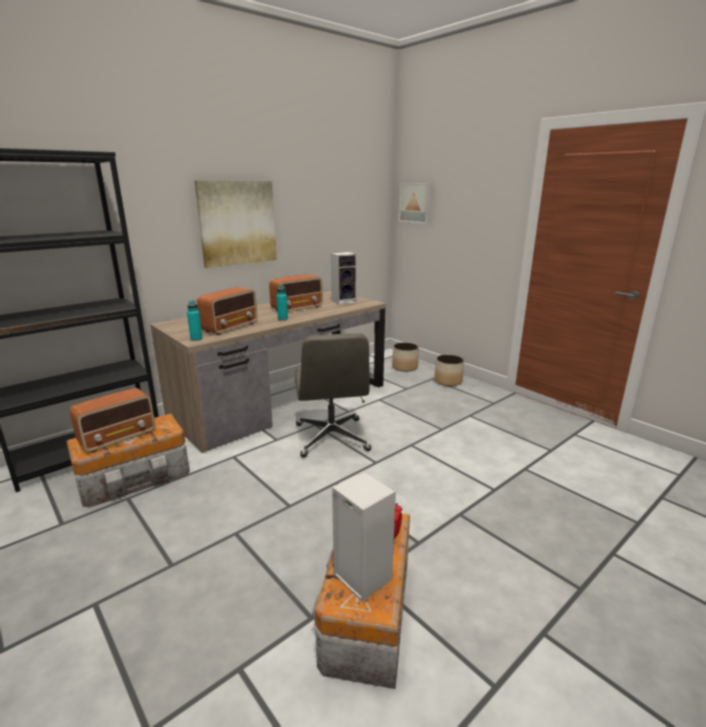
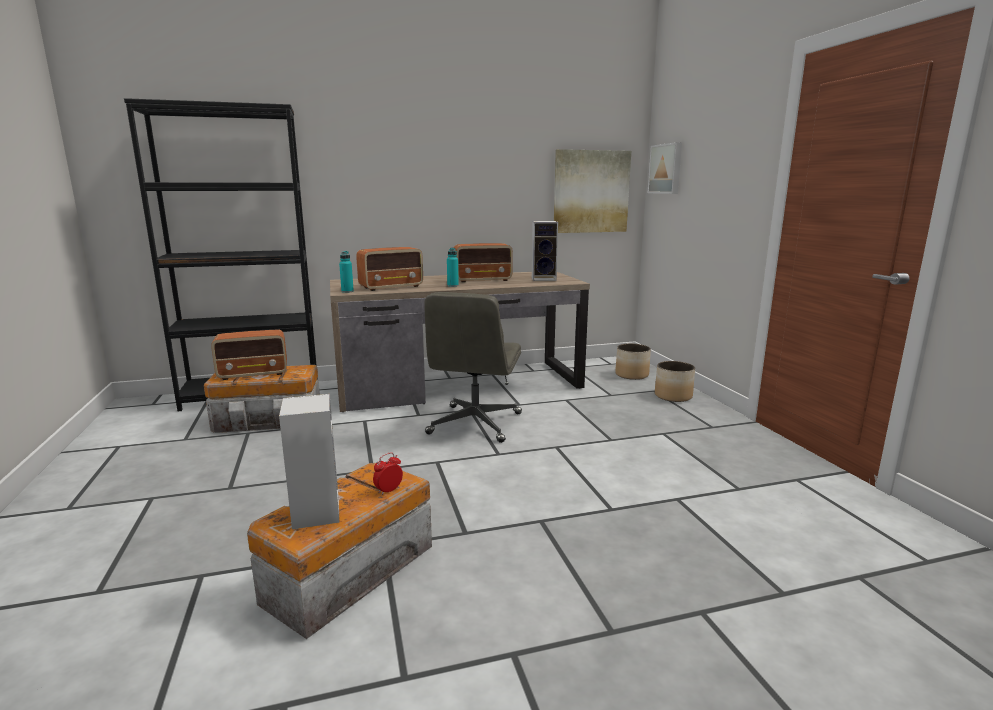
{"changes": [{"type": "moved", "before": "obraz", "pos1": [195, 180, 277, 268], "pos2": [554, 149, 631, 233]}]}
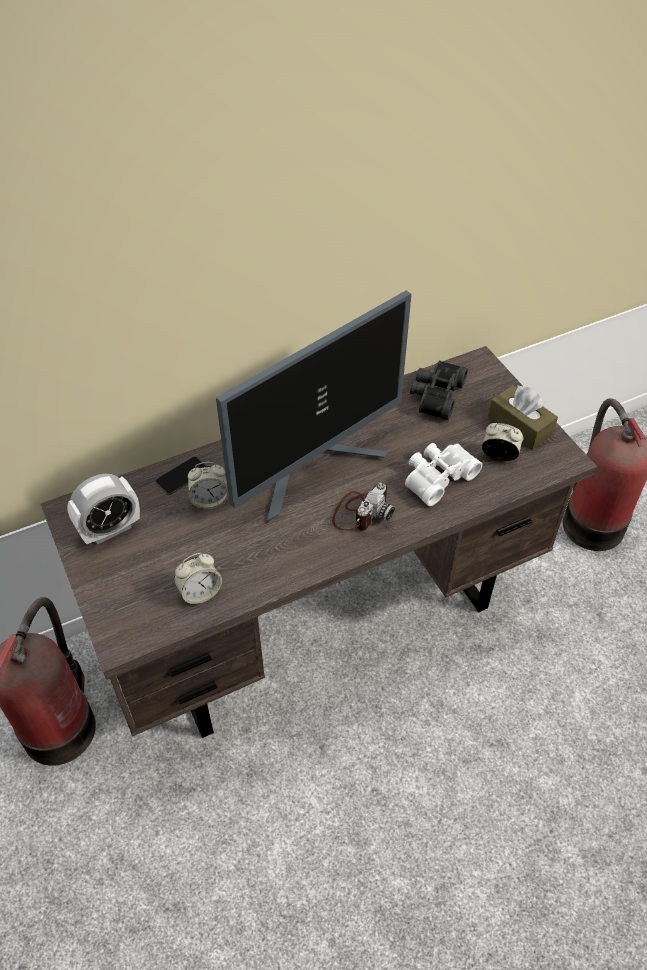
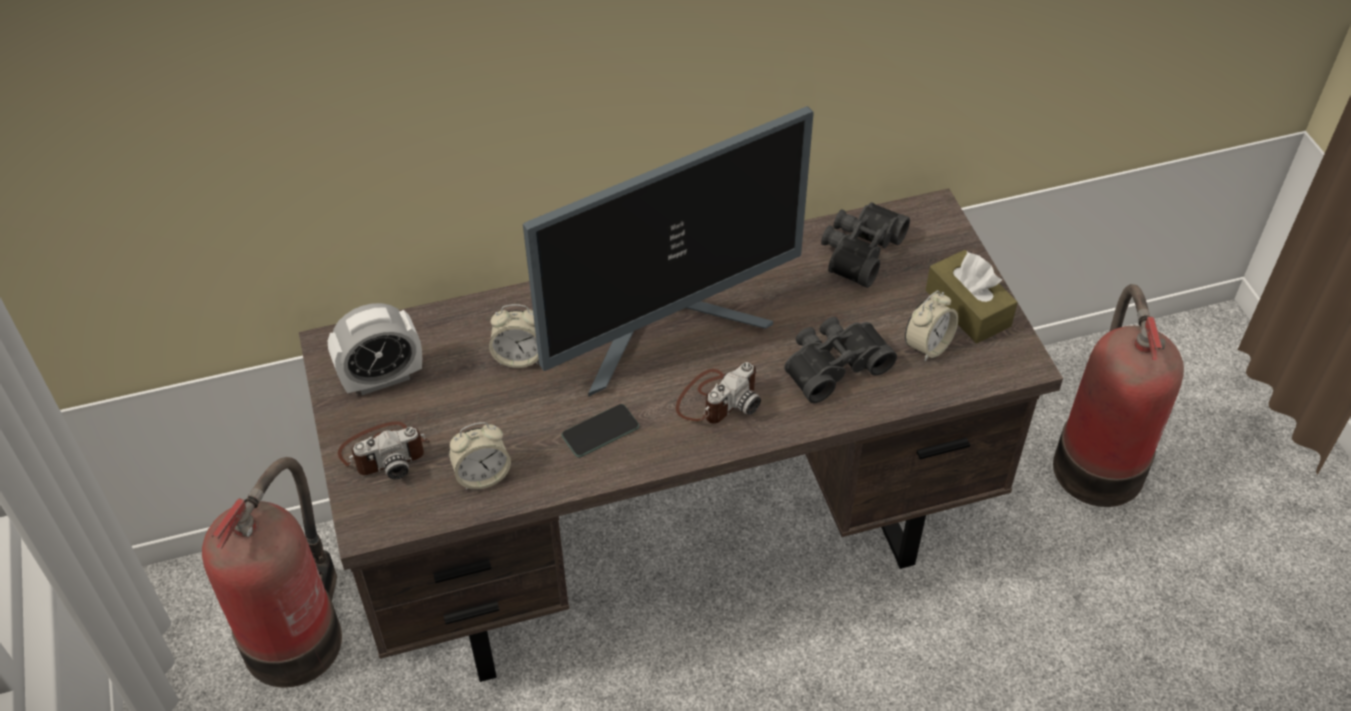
{"changes": [{"type": "added", "after": "aparat fotograficzny", "pos2": [338, 422, 430, 479]}, {"type": "moved", "before": "telefon", "pos1": [155, 457, 206, 495], "pos2": [561, 404, 639, 457]}, {"type": "recoloured", "before": "lornetka [biały]", "after": "lornetka [czarny]", "pos1": [405, 443, 482, 506], "pos2": [784, 317, 897, 403]}, {"type": "turned", "before": "budzik", "pos1": [482, 423, 524, 461], "pos2": [905, 290, 958, 362], "turn": 105}]}
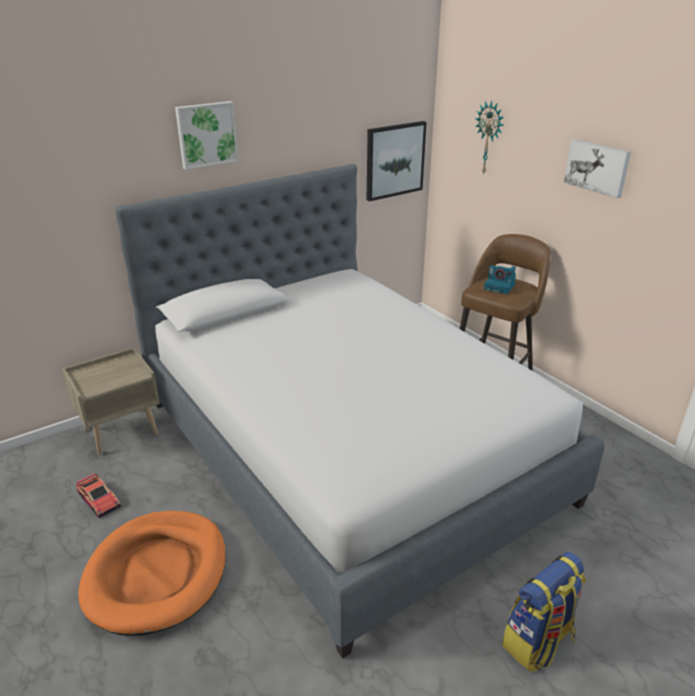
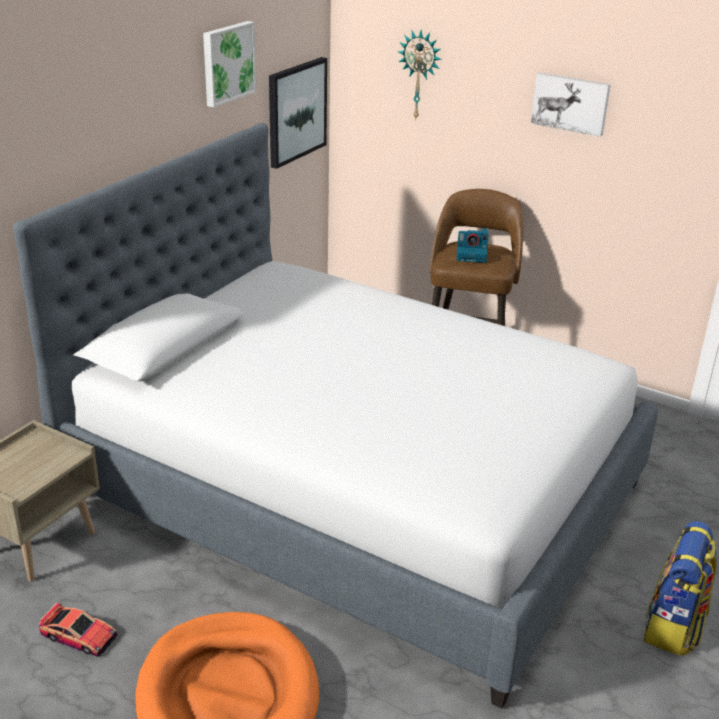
{"changes": [{"type": "moved", "before": "obraz", "pos1": [175, 101, 239, 170], "pos2": [203, 21, 256, 107]}]}
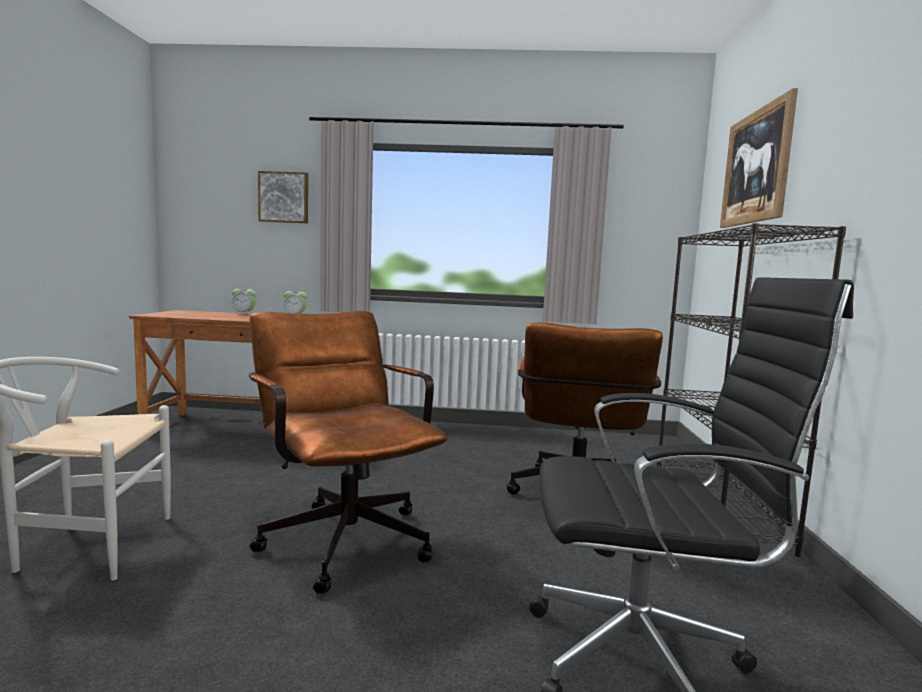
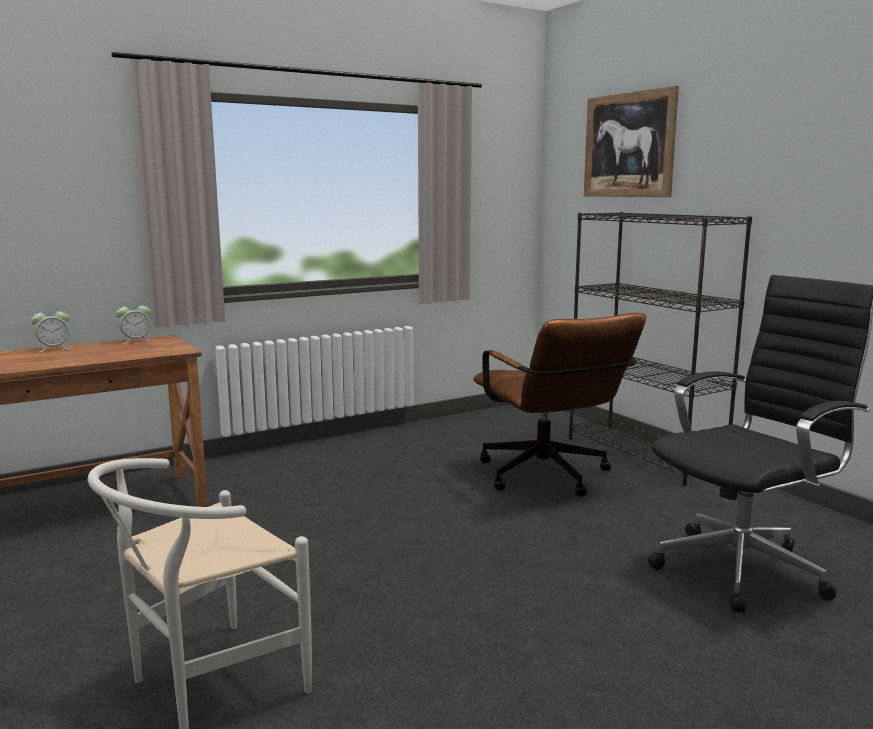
{"changes": [{"type": "removed", "before": "krzesło biurowe [brązowy]", "pos1": [249, 311, 448, 594]}, {"type": "removed", "before": "obraz", "pos1": [258, 171, 308, 223]}]}
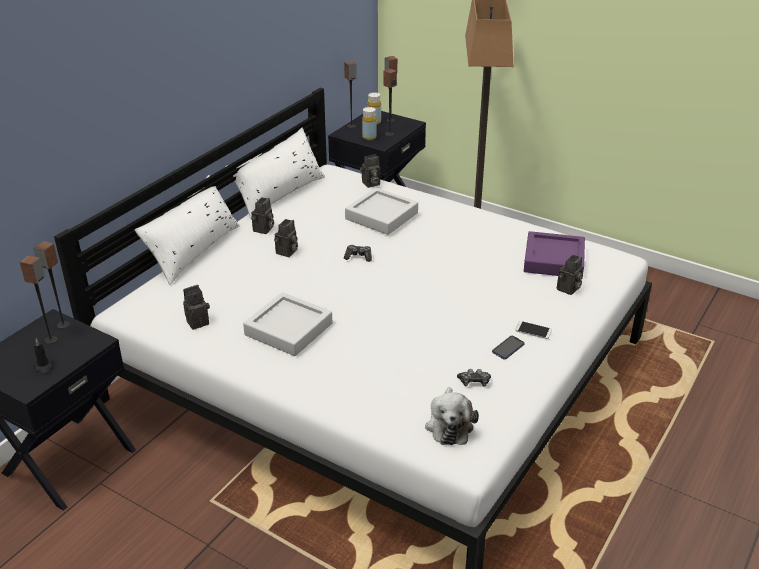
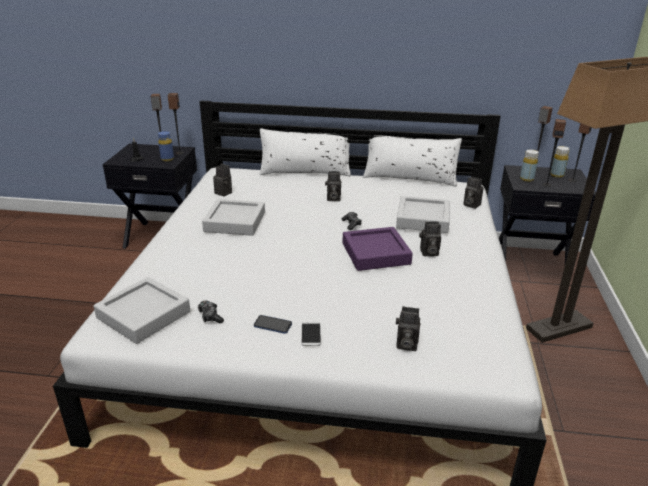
{"changes": [{"type": "added", "after": "butelka [niebieski]", "pos2": [158, 131, 174, 161]}, {"type": "moved", "before": "aparat fotograficzny", "pos1": [251, 197, 274, 234], "pos2": [419, 221, 441, 256]}, {"type": "moved", "before": "taca [fioletowy]", "pos1": [524, 231, 585, 276], "pos2": [343, 227, 413, 271]}, {"type": "replaced", "before": "pluszak", "after": "taca [szary]", "pos1": [425, 387, 479, 445], "pos2": [94, 277, 190, 344]}]}
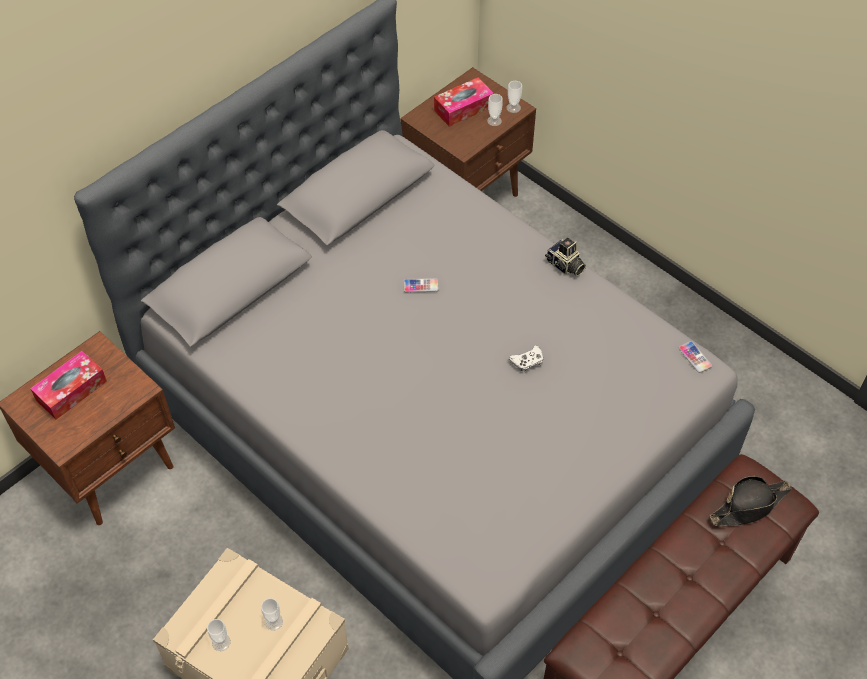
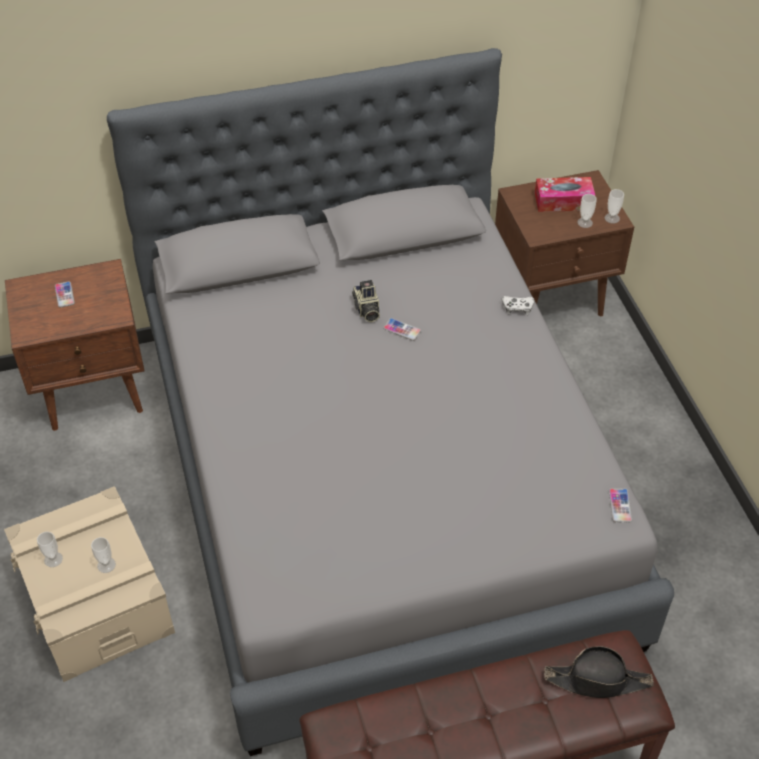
{"changes": [{"type": "moved", "before": "pad do gier [biały]", "pos1": [509, 345, 543, 373], "pos2": [502, 296, 535, 315]}, {"type": "moved", "before": "aparat fotograficzny", "pos1": [545, 237, 586, 276], "pos2": [352, 280, 380, 322]}, {"type": "replaced", "before": "pudełko chusteczek", "after": "telefon", "pos1": [30, 351, 107, 420], "pos2": [55, 281, 75, 307]}]}
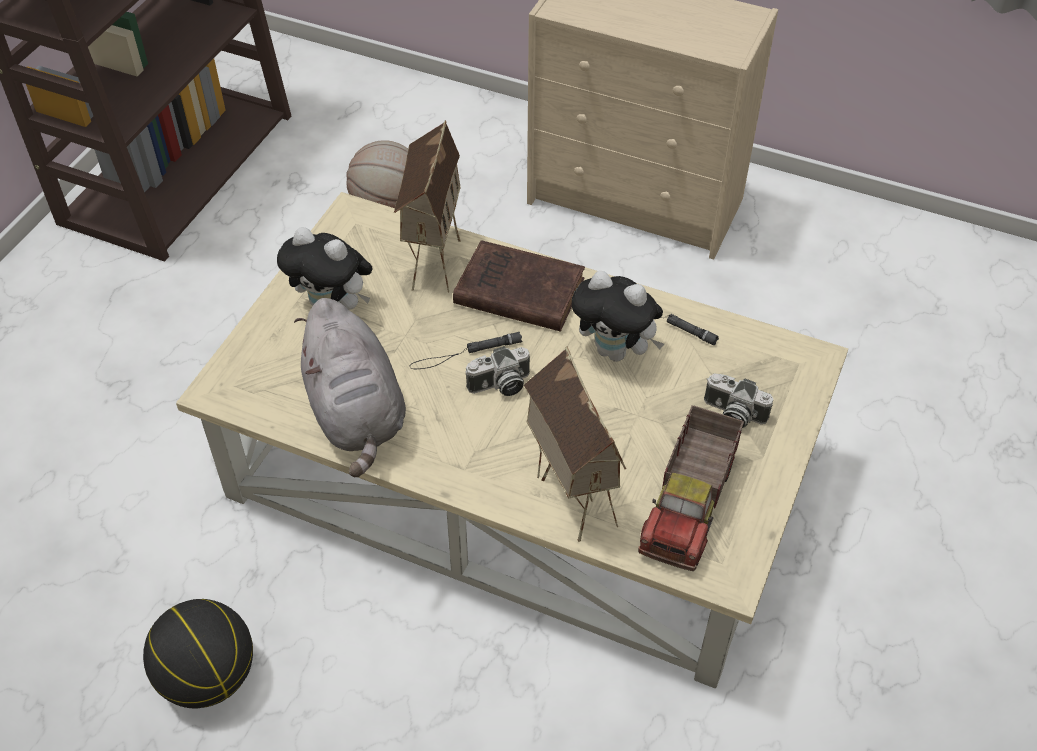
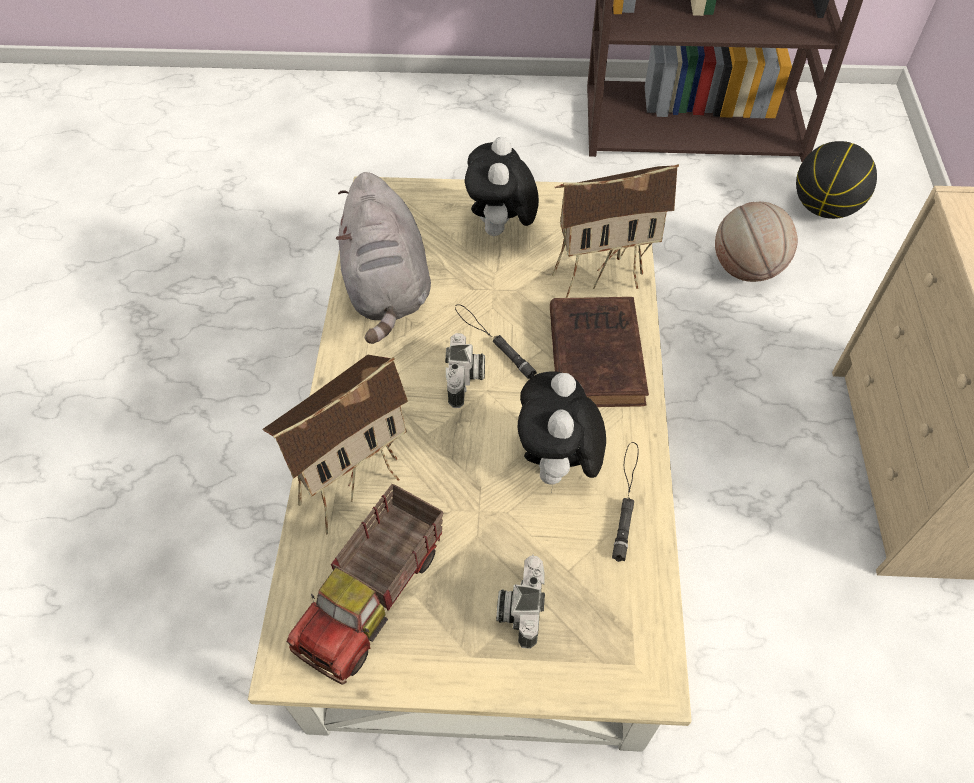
{"changes": [{"type": "moved", "before": "piłka do koszykówki", "pos1": [143, 599, 253, 709], "pos2": [796, 141, 877, 219]}, {"type": "turned", "before": "pluszak [szary]", "pos1": [294, 298, 406, 477], "pos2": [336, 172, 431, 344], "turn": -60}, {"type": "turned", "before": "aparat fotograficzny", "pos1": [466, 346, 530, 396], "pos2": [445, 333, 485, 408], "turn": -135}, {"type": "turned", "before": "ciężarówka zabawkowa", "pos1": [638, 405, 744, 571], "pos2": [286, 484, 444, 684], "turn": -60}]}
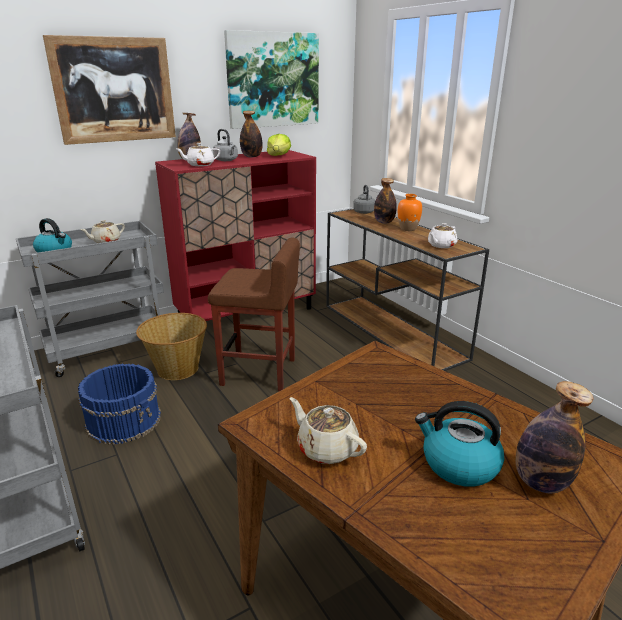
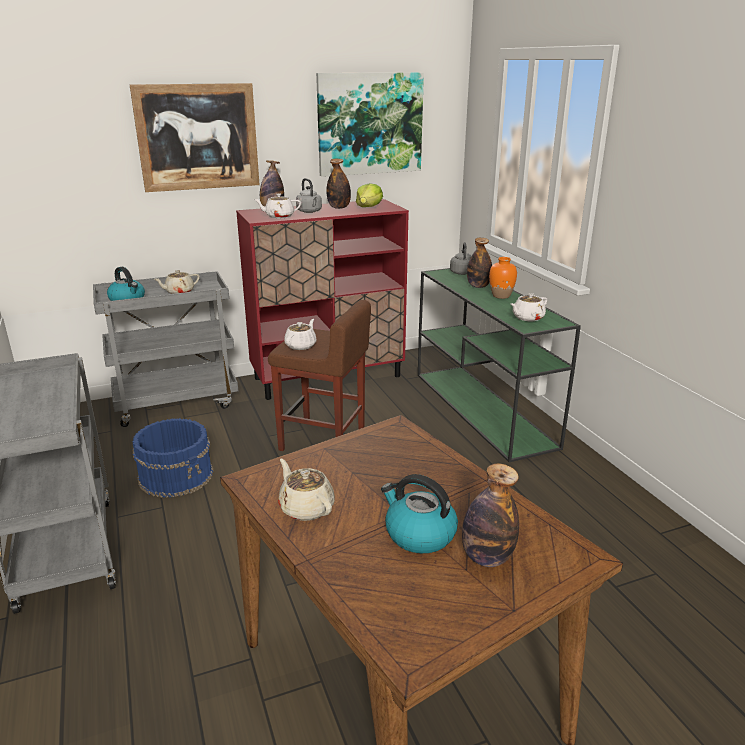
{"changes": [{"type": "removed", "before": "koszyk", "pos1": [136, 313, 207, 380]}, {"type": "added", "after": "imbryk [biały]", "pos2": [284, 319, 317, 350]}, {"type": "recoloured", "before": "stolik konsolowy [brązowy]", "after": "stolik konsolowy [zielony]", "pos1": [326, 209, 489, 371], "pos2": [418, 268, 581, 462]}]}
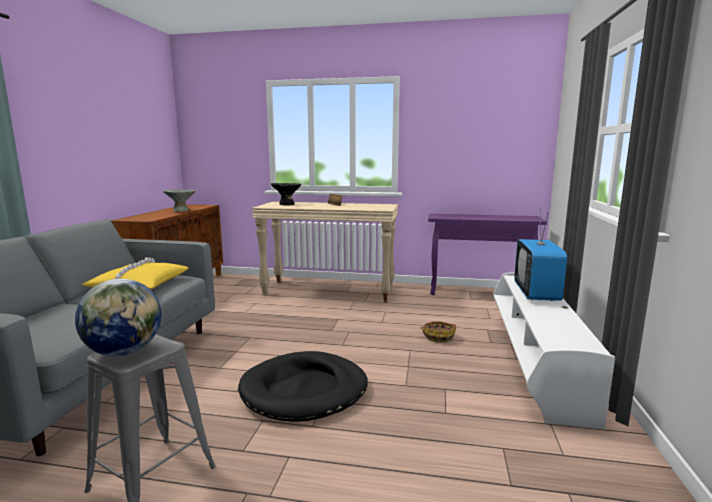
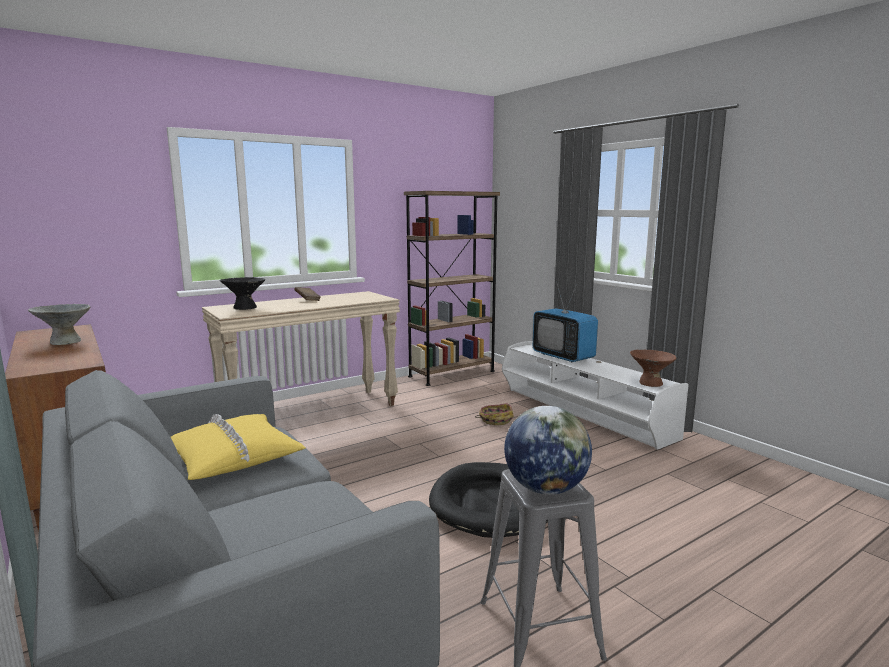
{"changes": [{"type": "added", "after": "miska [brązowy]", "pos2": [630, 350, 677, 387]}, {"type": "replaced", "before": "stolik konsolowy [fioletowy]", "after": "regał [brązowy]", "pos1": [428, 213, 547, 295], "pos2": [404, 191, 500, 386]}]}
